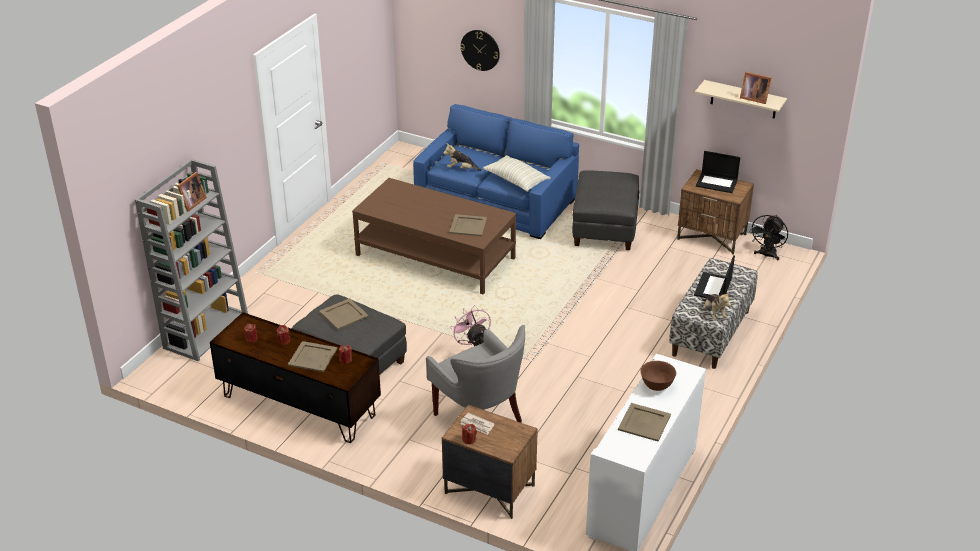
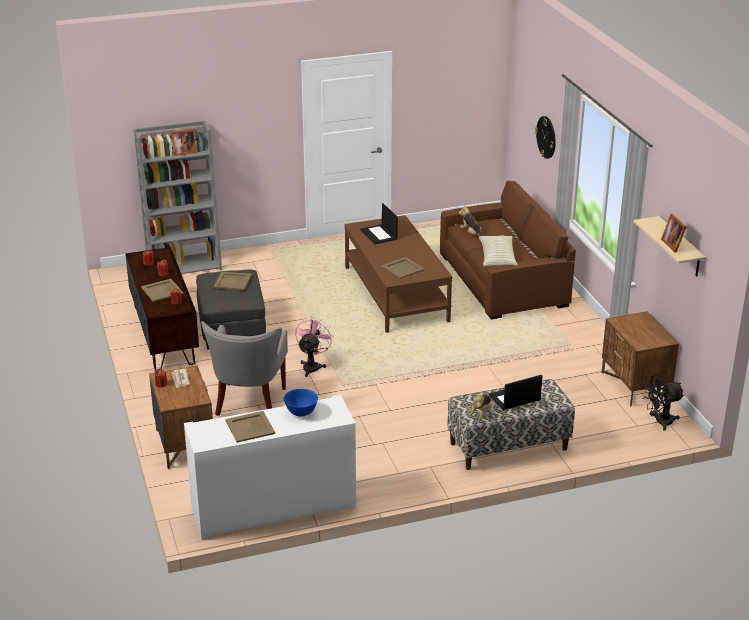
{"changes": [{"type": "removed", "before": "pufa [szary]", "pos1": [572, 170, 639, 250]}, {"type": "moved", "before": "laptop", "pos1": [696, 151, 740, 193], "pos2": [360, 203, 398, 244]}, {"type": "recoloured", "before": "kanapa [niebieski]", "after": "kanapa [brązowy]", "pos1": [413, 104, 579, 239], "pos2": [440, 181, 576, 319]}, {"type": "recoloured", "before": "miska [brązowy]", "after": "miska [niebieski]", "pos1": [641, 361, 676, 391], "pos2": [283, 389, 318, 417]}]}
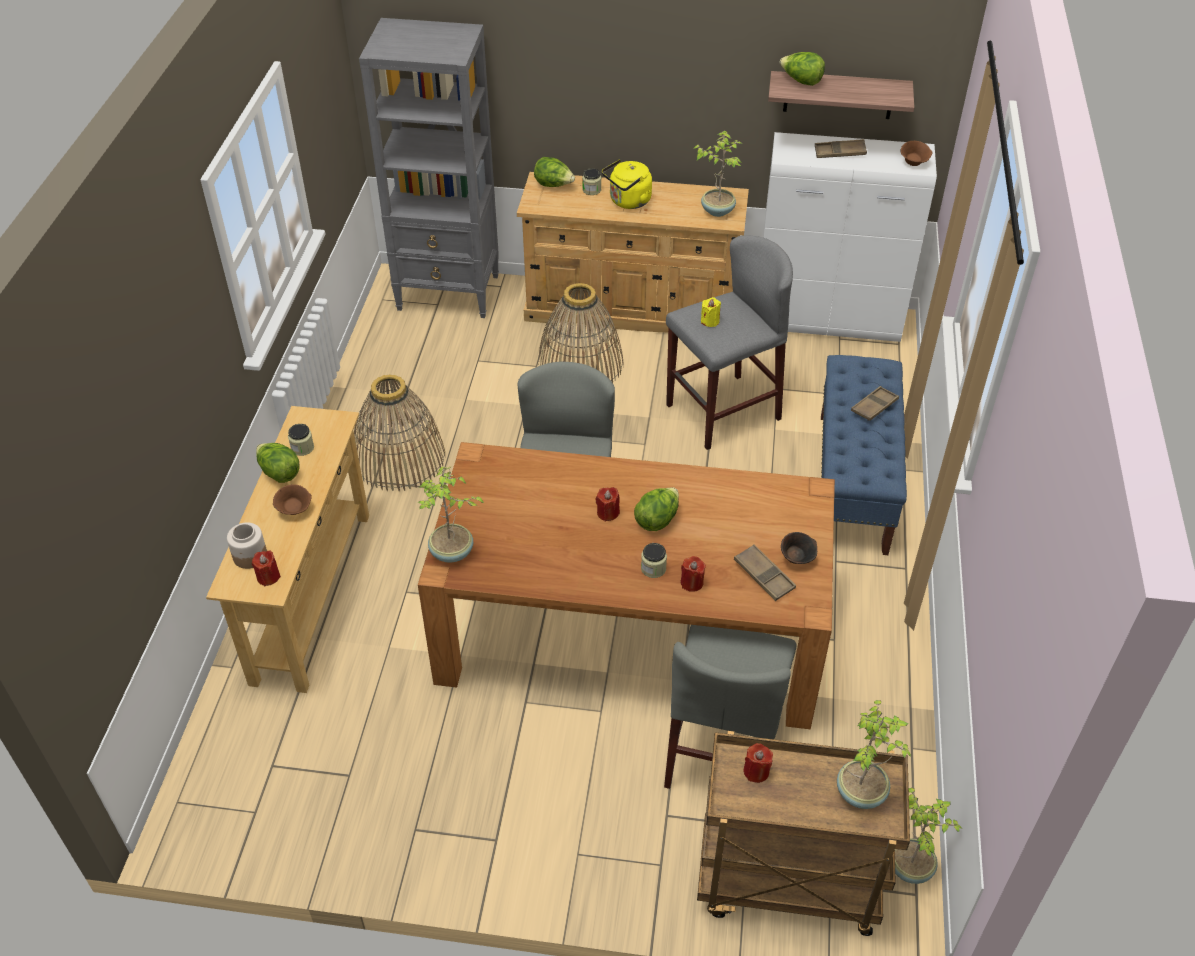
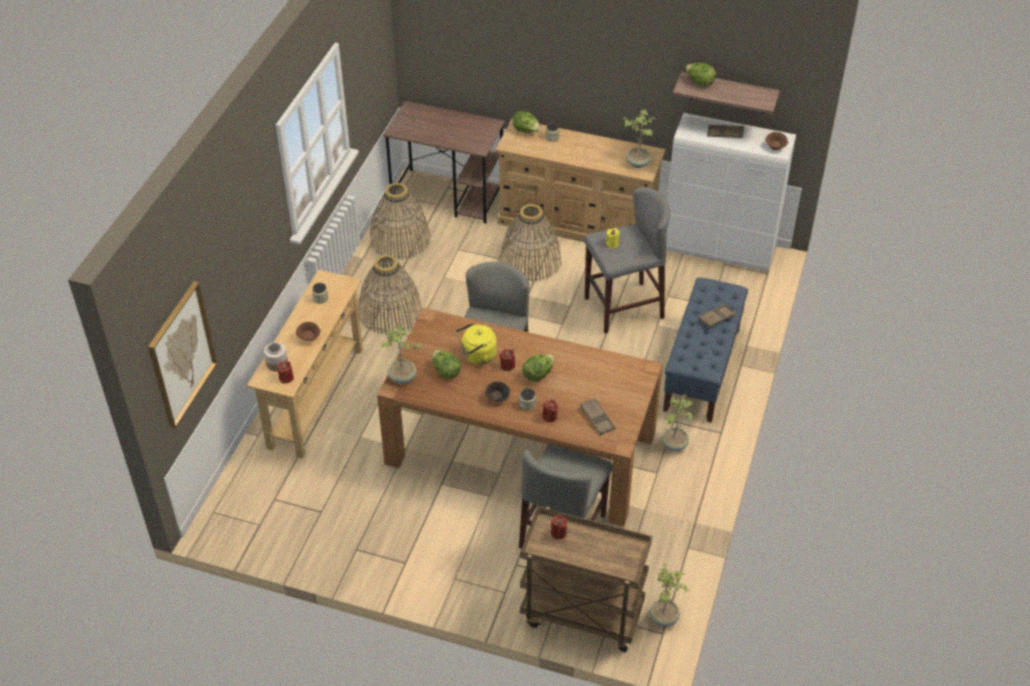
{"changes": [{"type": "added", "after": "obraz", "pos2": [148, 281, 217, 428]}, {"type": "added", "after": "koszyk", "pos2": [370, 183, 431, 260]}, {"type": "moved", "before": "sałata", "pos1": [256, 443, 299, 483], "pos2": [432, 350, 461, 379]}, {"type": "moved", "before": "czajnik [żółty]", "pos1": [602, 159, 652, 209], "pos2": [455, 323, 497, 364]}, {"type": "moved", "before": "miska [brązowy]", "pos1": [781, 532, 817, 564], "pos2": [485, 381, 510, 402]}, {"type": "moved", "before": "roślina doniczkowa", "pos1": [837, 700, 912, 809], "pos2": [662, 395, 694, 451]}, {"type": "replaced", "before": "regał [szary]", "after": "biurko [brązowy]", "pos1": [359, 18, 499, 318], "pos2": [383, 101, 505, 224]}]}
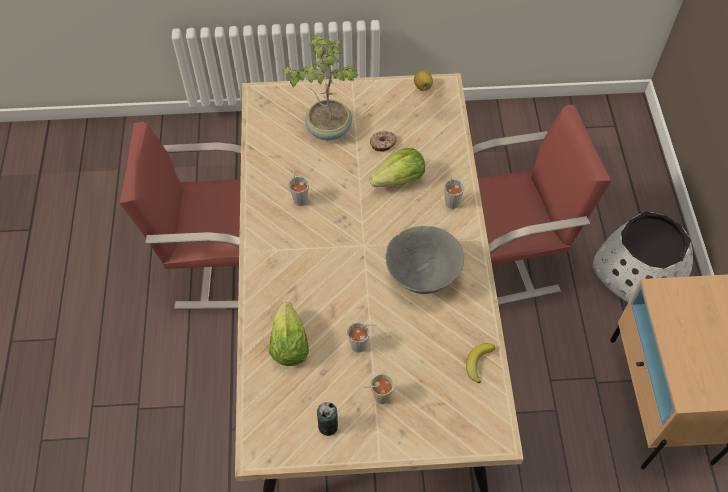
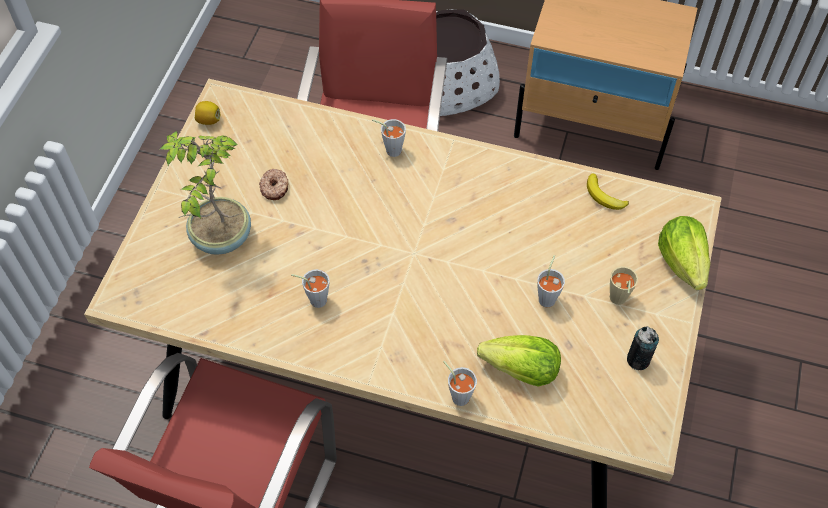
{"changes": [{"type": "removed", "before": "miska [szary]", "pos1": [385, 226, 464, 294]}, {"type": "added", "after": "filiżanka [szary]", "pos2": [443, 361, 477, 406]}, {"type": "moved", "before": "sałata", "pos1": [370, 148, 425, 187], "pos2": [658, 216, 710, 290]}]}
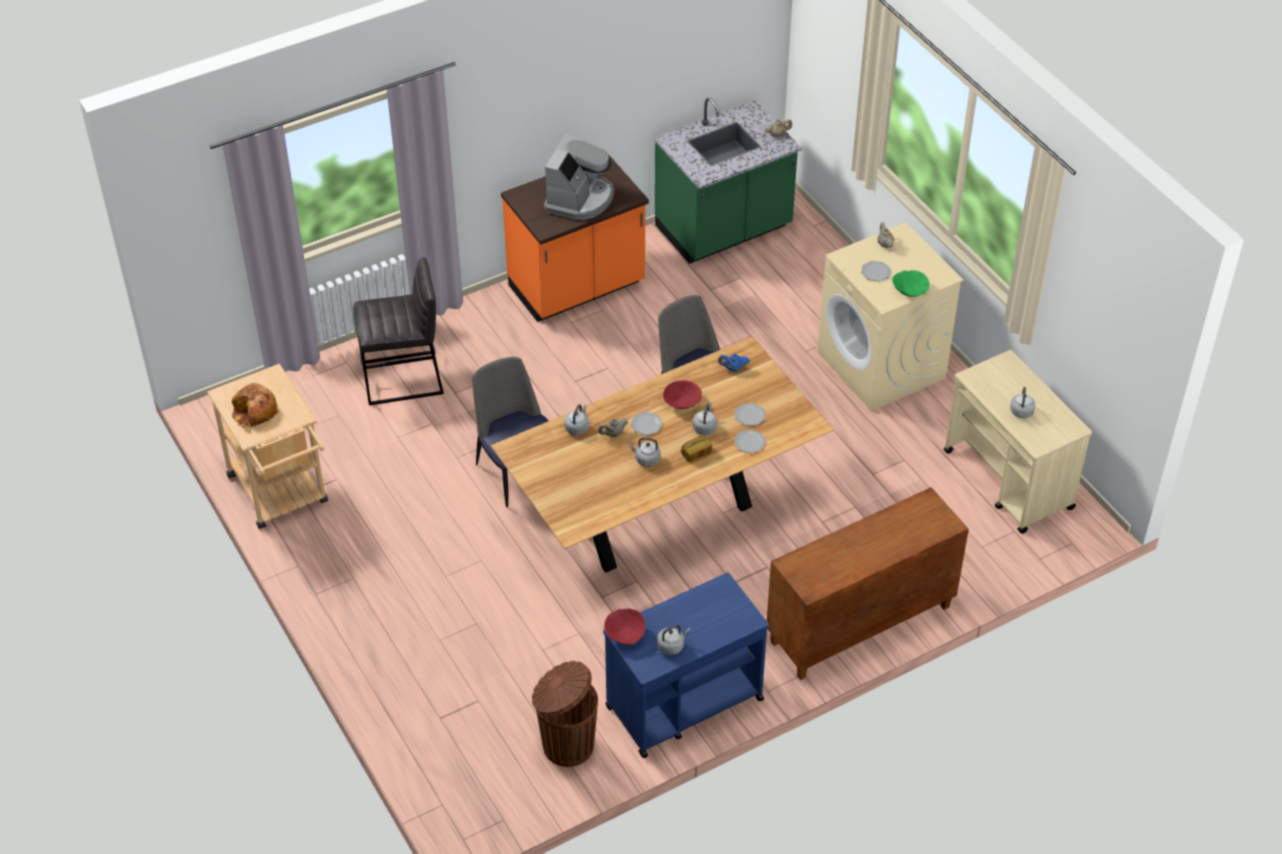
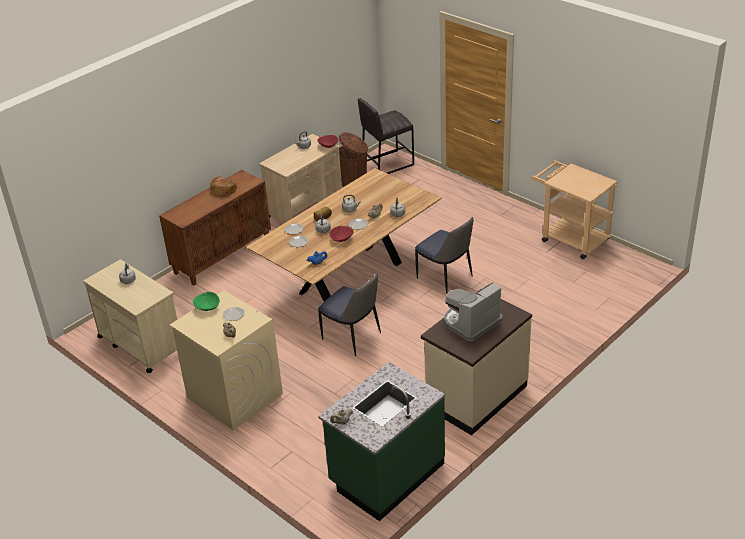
{"changes": [{"type": "moved", "before": "chleb", "pos1": [232, 383, 278, 428], "pos2": [210, 176, 238, 195]}, {"type": "moved", "before": "stołek [szary]", "pos1": [354, 257, 444, 405], "pos2": [358, 98, 414, 174]}, {"type": "recoloured", "before": "zabudowa kuchenna [pomarańczowy]", "after": "zabudowa kuchenna [beżowy]", "pos1": [501, 154, 649, 322], "pos2": [421, 289, 532, 435]}, {"type": "recoloured", "before": "wózek [niebieski]", "after": "wózek [beżowy]", "pos1": [603, 573, 769, 758], "pos2": [259, 134, 342, 223]}, {"type": "turned", "before": "ekspres do kawy", "pos1": [544, 134, 614, 220], "pos2": [444, 282, 502, 341], "turn": 45}]}
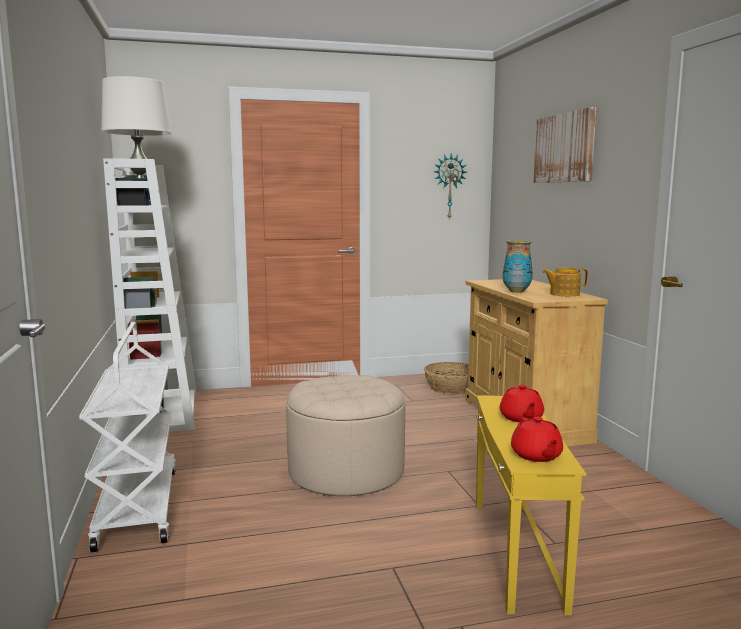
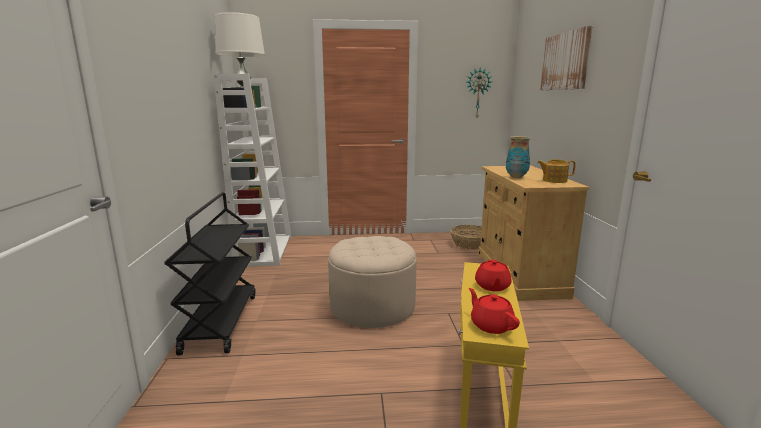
{"changes": [{"type": "recoloured", "before": "wózek [biały]", "after": "wózek [czarny]", "pos1": [79, 322, 176, 552], "pos2": [164, 192, 255, 355]}, {"type": "turned", "before": "imbryk [czerwony]", "pos1": [511, 417, 563, 462], "pos2": [469, 288, 520, 334], "turn": 150}]}
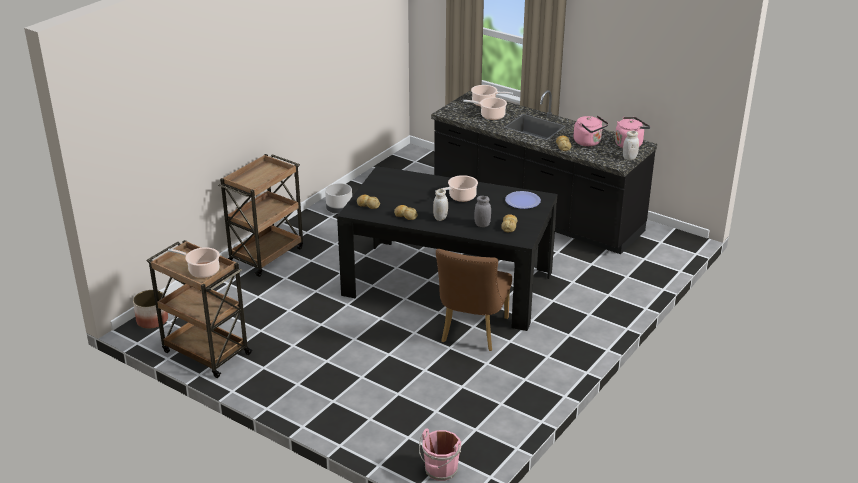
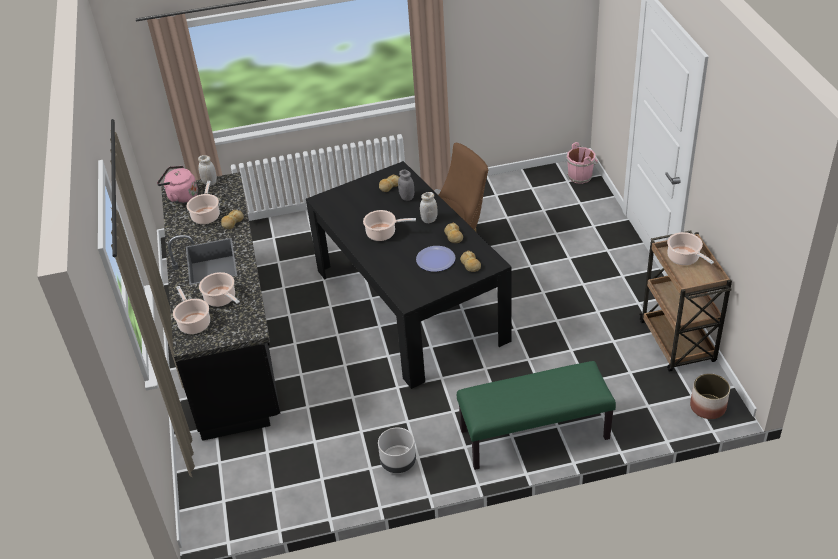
{"changes": [{"type": "moved", "before": "talerz", "pos1": [505, 191, 541, 209], "pos2": [416, 246, 456, 272]}, {"type": "replaced", "before": "wózek [brązowy]", "after": "ławka [zielony]", "pos1": [218, 154, 303, 277], "pos2": [457, 361, 616, 470]}, {"type": "replaced", "before": "czajnik [różowy]", "after": "garnek", "pos1": [574, 116, 609, 146], "pos2": [186, 181, 220, 224]}]}
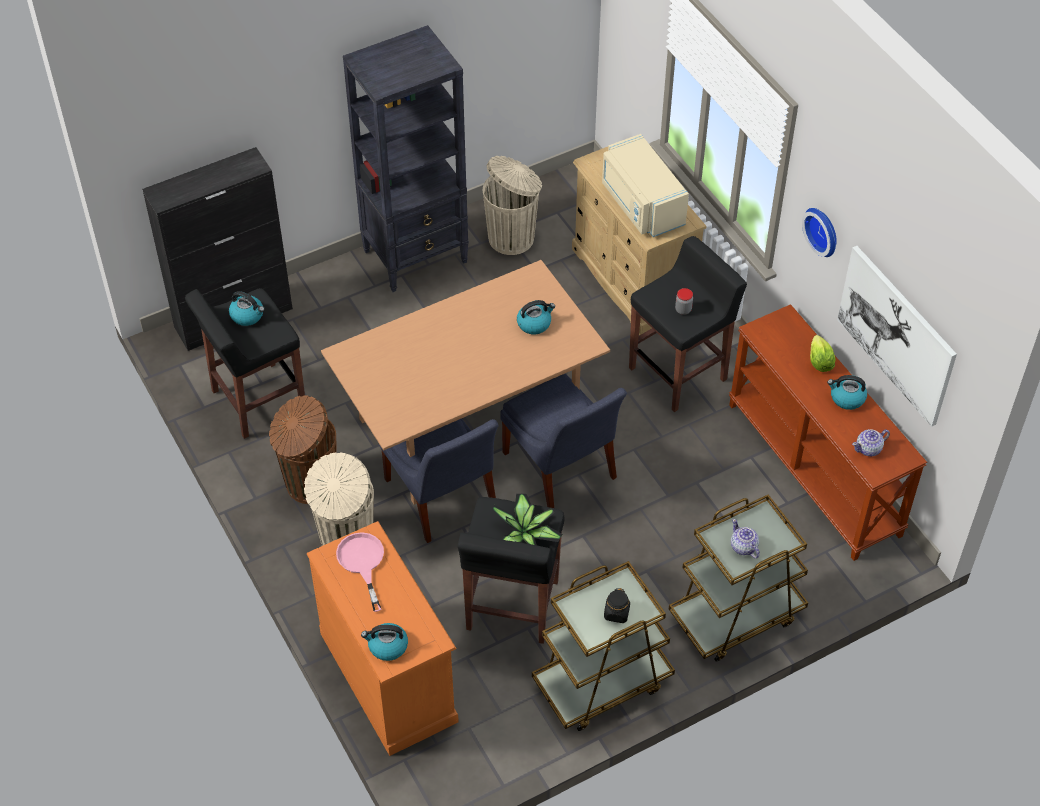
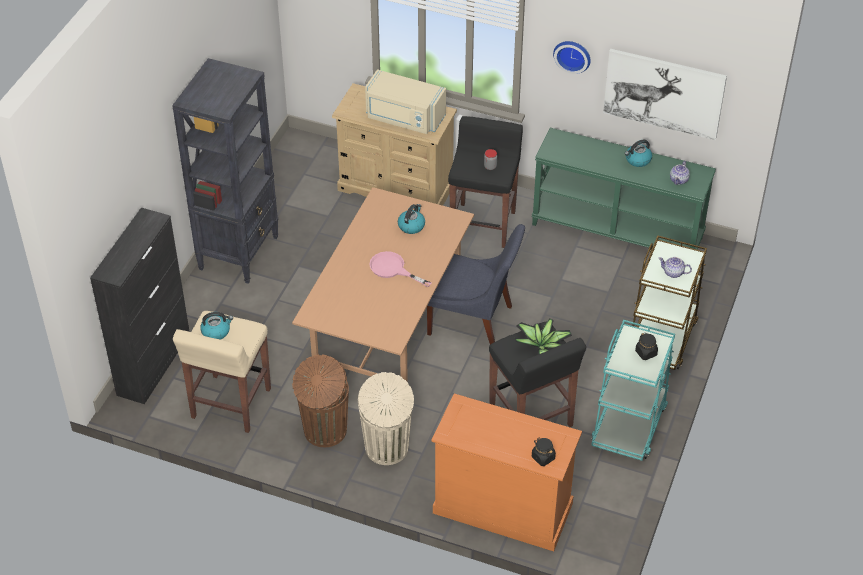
{"changes": [{"type": "removed", "before": "krzesło [niebieski]", "pos1": [379, 418, 499, 543]}, {"type": "removed", "before": "kosz na śmieci [beżowy]", "pos1": [483, 156, 542, 255]}, {"type": "removed", "before": "sałata", "pos1": [810, 335, 835, 372]}, {"type": "moved", "before": "patelnia [różowy]", "pos1": [336, 532, 384, 612], "pos2": [369, 251, 431, 287]}, {"type": "replaced", "before": "czajnik", "after": "słoik [czarny]", "pos1": [361, 623, 408, 661], "pos2": [532, 438, 556, 466]}, {"type": "recoloured", "before": "stołek [czarny]", "after": "stołek [beżowy]", "pos1": [185, 288, 305, 439], "pos2": [173, 311, 271, 433]}, {"type": "recoloured", "before": "wózek [brązowy]", "after": "wózek [turkusowy]", "pos1": [532, 561, 675, 731], "pos2": [591, 320, 675, 461]}, {"type": "recoloured", "before": "stolik konsolowy [brązowy]", "after": "stolik konsolowy [zielony]", "pos1": [729, 304, 927, 561], "pos2": [531, 128, 716, 250]}]}
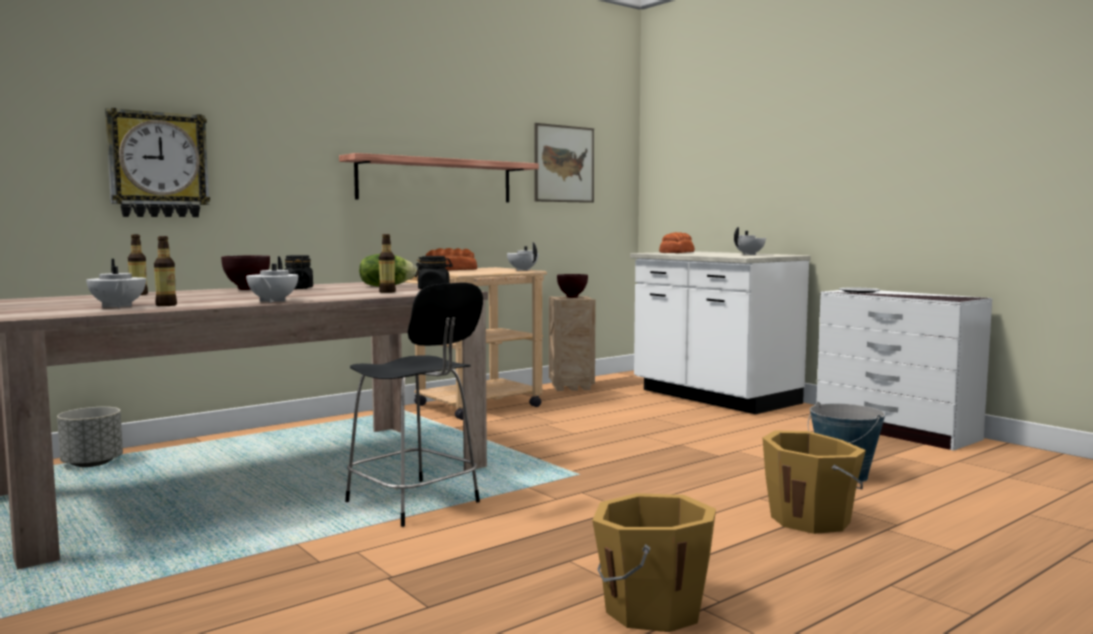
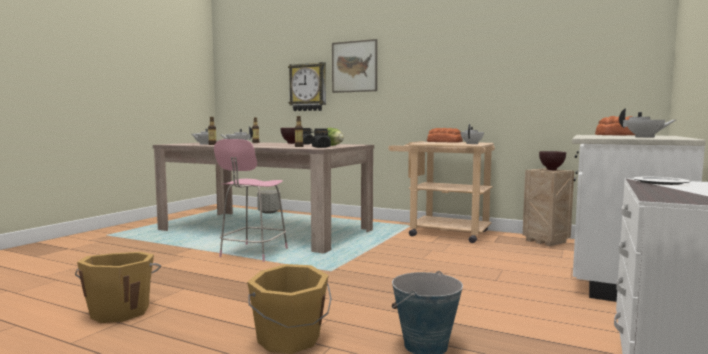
{"changes": [{"type": "removed", "before": "półka", "pos1": [339, 153, 539, 202]}, {"type": "moved", "before": "obraz", "pos1": [534, 123, 594, 203], "pos2": [332, 39, 377, 93]}, {"type": "recoloured", "before": "krzesło [czarny]", "after": "krzesło [różowy]", "pos1": [345, 283, 483, 527], "pos2": [214, 139, 288, 262]}]}
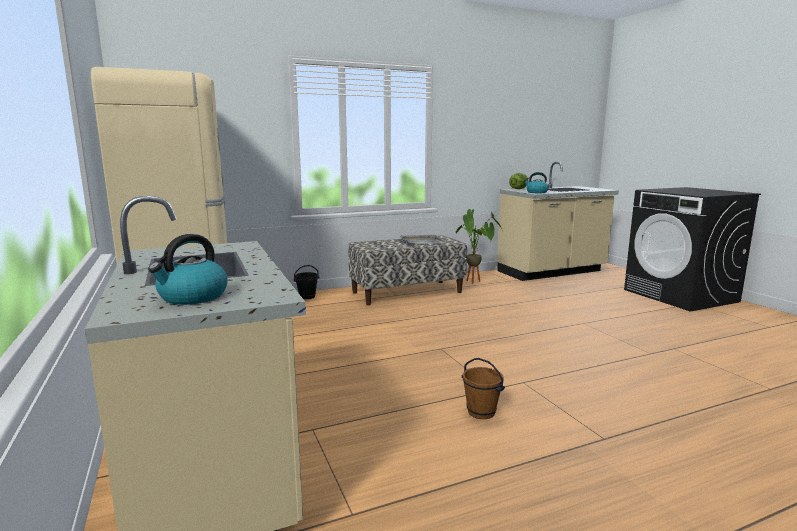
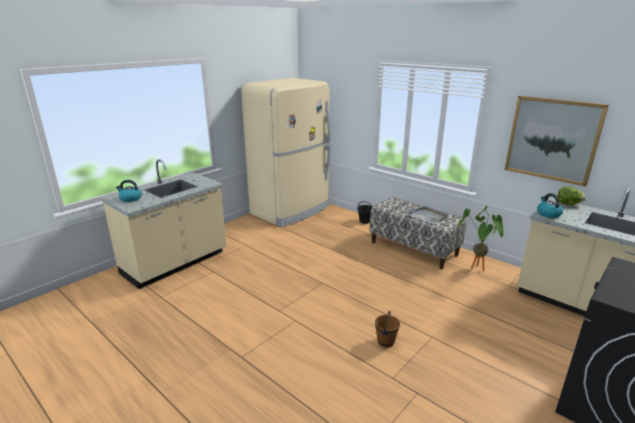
{"changes": [{"type": "added", "after": "obraz", "pos2": [505, 96, 609, 187]}, {"type": "moved", "before": "wiadro [brązowy]", "pos1": [462, 358, 505, 419], "pos2": [375, 311, 400, 348]}]}
